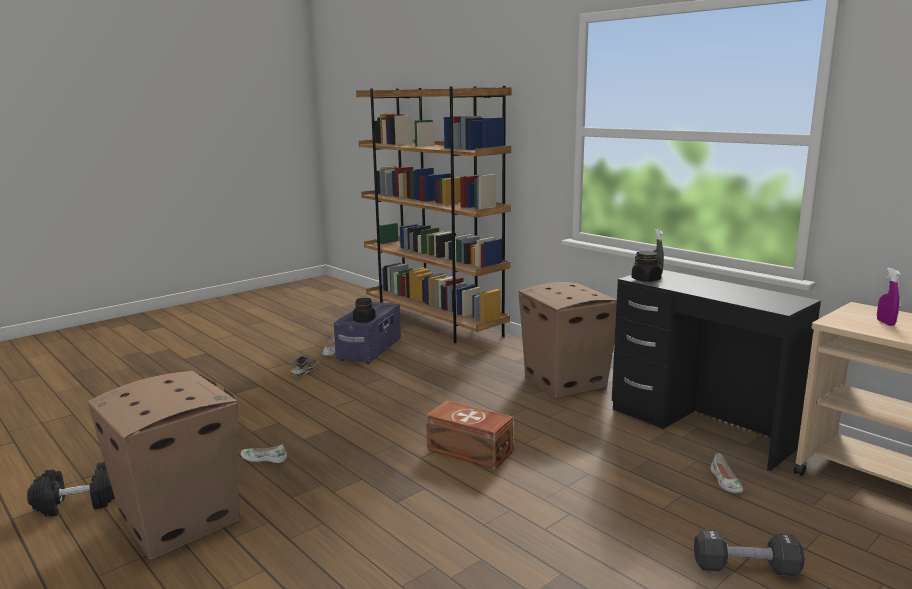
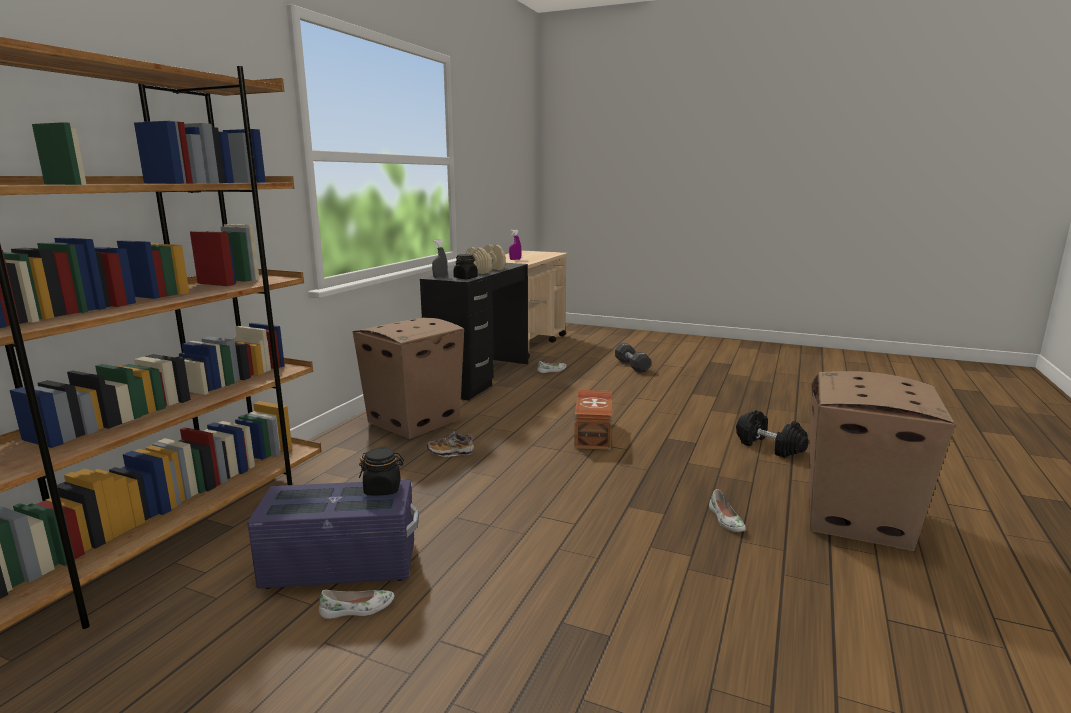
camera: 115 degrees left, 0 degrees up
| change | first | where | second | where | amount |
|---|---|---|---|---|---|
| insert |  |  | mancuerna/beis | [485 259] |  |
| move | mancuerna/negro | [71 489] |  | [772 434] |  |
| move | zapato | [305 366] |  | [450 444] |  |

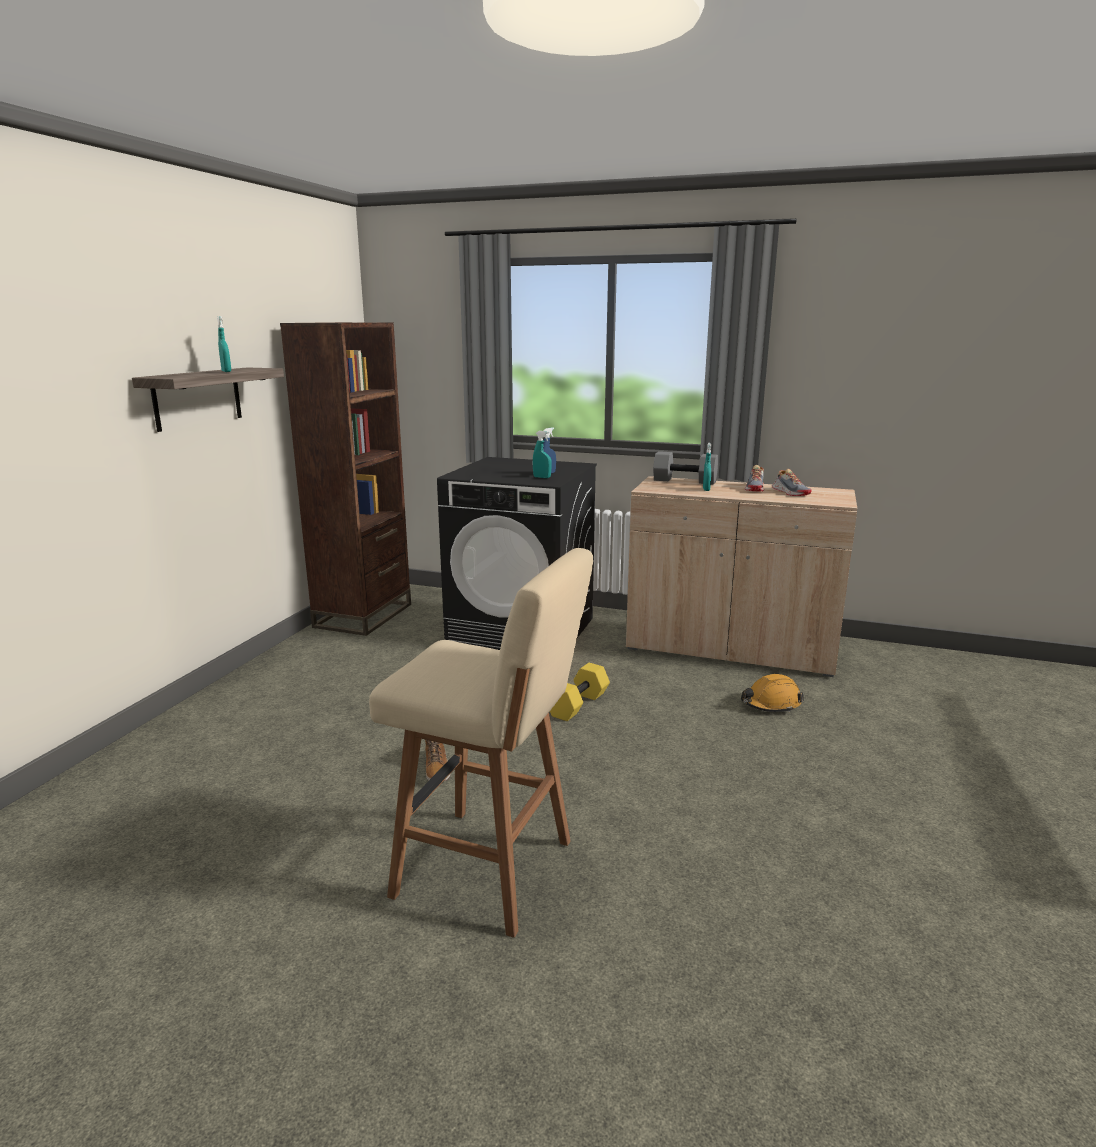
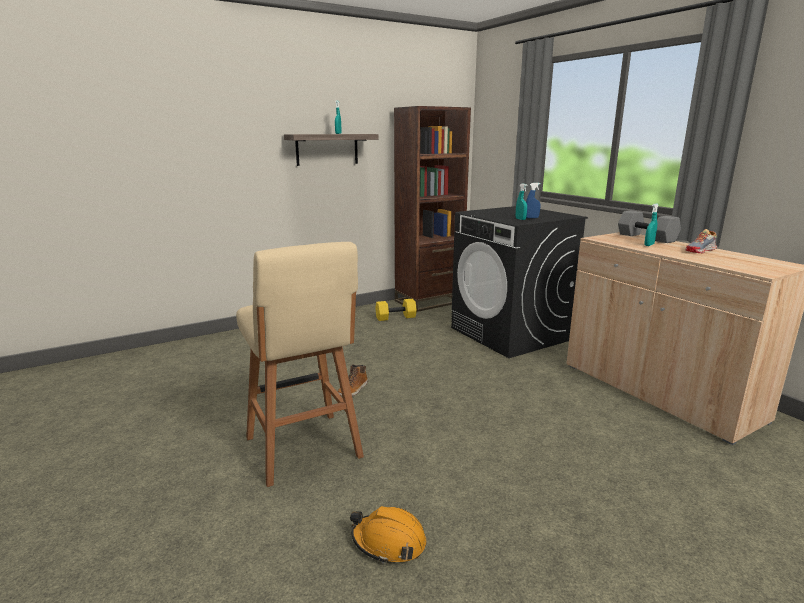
camera: 40 degrees right, 0 degrees up
| change | first | where | second | where | amount |
|---|---|---|---|---|---|
| delete | zapato | [792 482] |  |  |  |
| move | mancuerna/amarillo | [580 692] |  | [396 310] |  |
| move | casco/naranja | [772 693] |  | [388 535] |  |

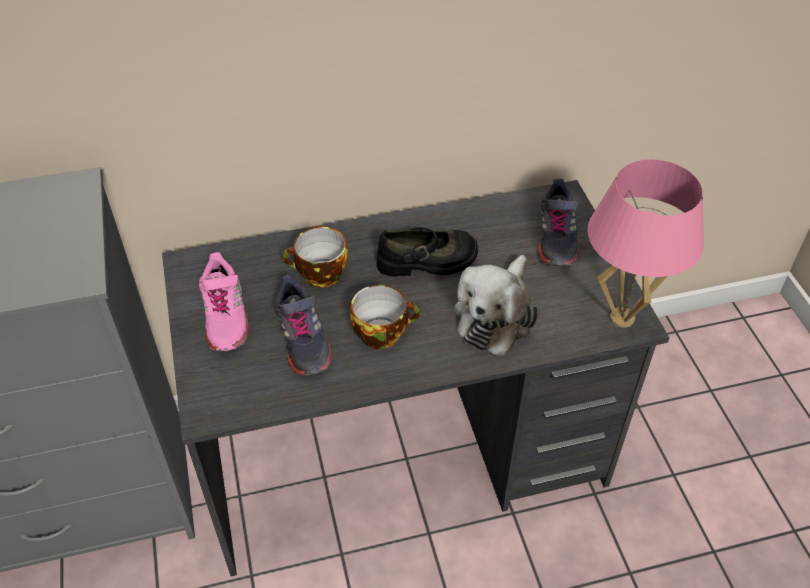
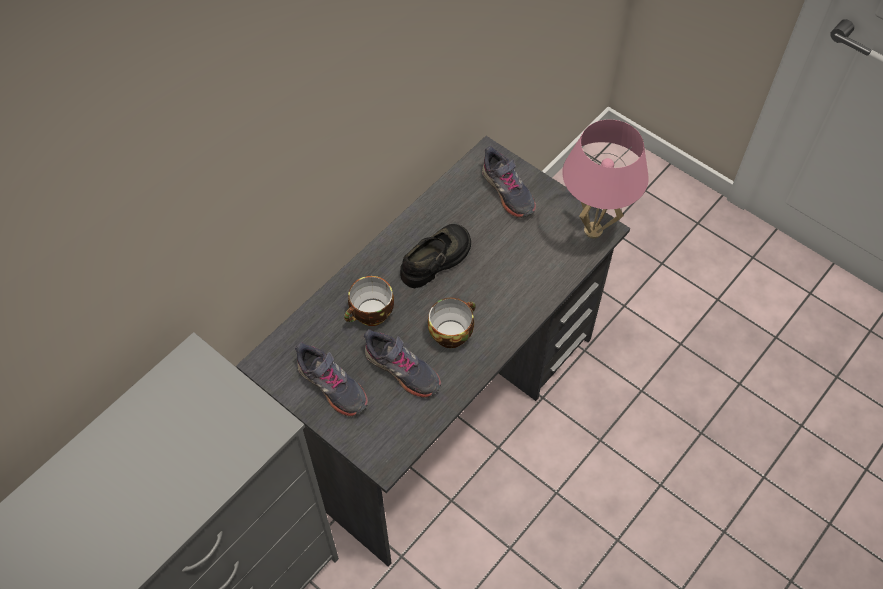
camera: 35 degrees left, 10 degrees up
| change | first | where | second | where | amount |
|---|---|---|---|---|---|
| delete | peluche | [496 305] |  |  |  |
| recolor | zapato/rosa | [224 301] | zapato/gris | [331 379] |  |

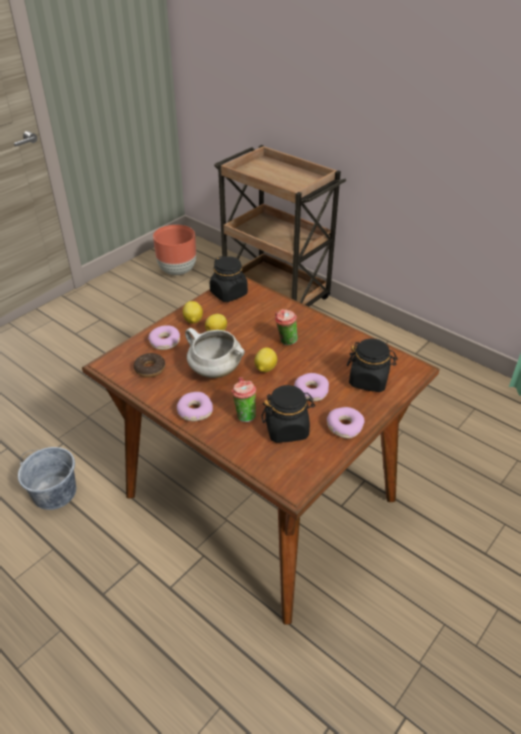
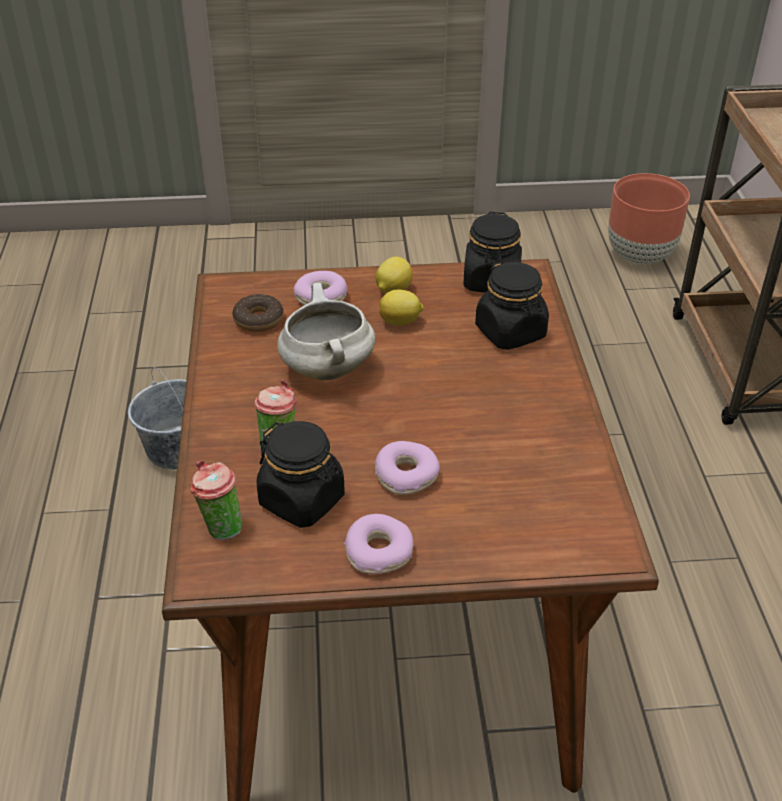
camera: 45 degrees right, 0 degrees up
| change | first | where | second | where | amount |
|---|---|---|---|---|---|
| delete | rosquilla | [195 406] |  |  |  |
| delete | limón | [265 359] |  |  |  |
| move | taza | [286 327] |  | [216 500] |  |
| move | tarro/negro | [372 365] |  | [512 305] |  |

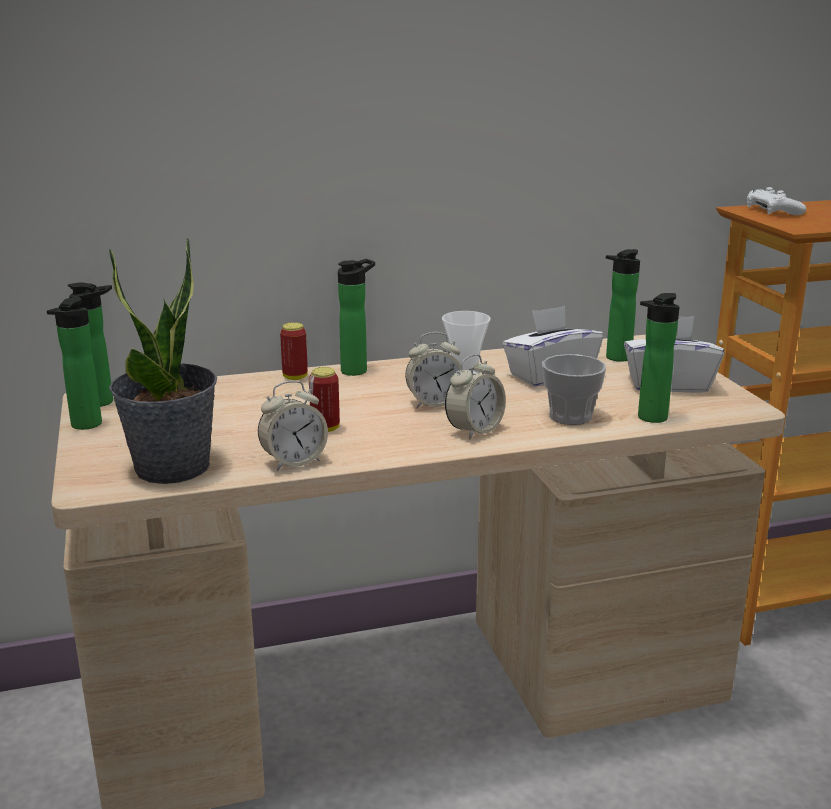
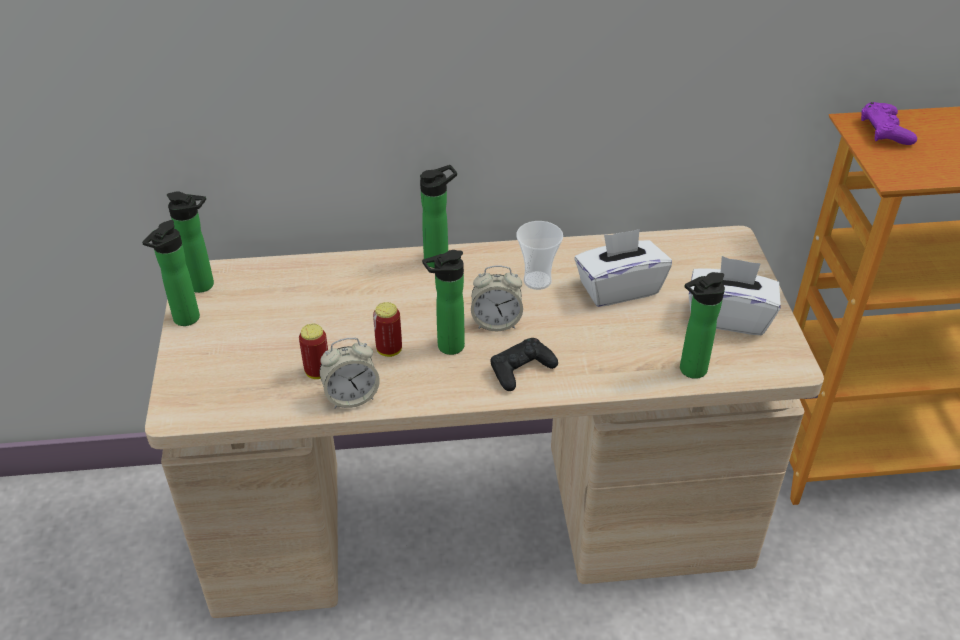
camera: 10 degrees right, 20 degrees up
| change | first | where | second | where | amount |
|---|---|---|---|---|---|
| delete | planta en maceta | [163 361] |  |  |  |
| delete | taza | [574 389] |  |  |  |
| move | lata | [294 351] |  | [313 351] |  |
| move | botella | [623 305] |  | [443 302] |  |
| replace | despertador | [475 397] | mando de consola/negro | [524 364] |  |
| recolor | mando de consola/blanco | [776 201] | mando de consola/morado | [889 123] |  |

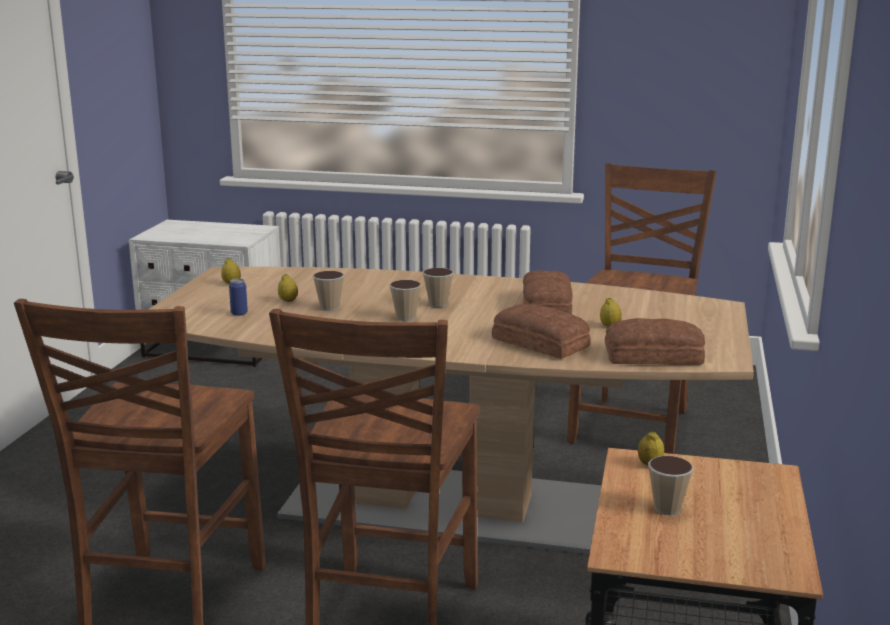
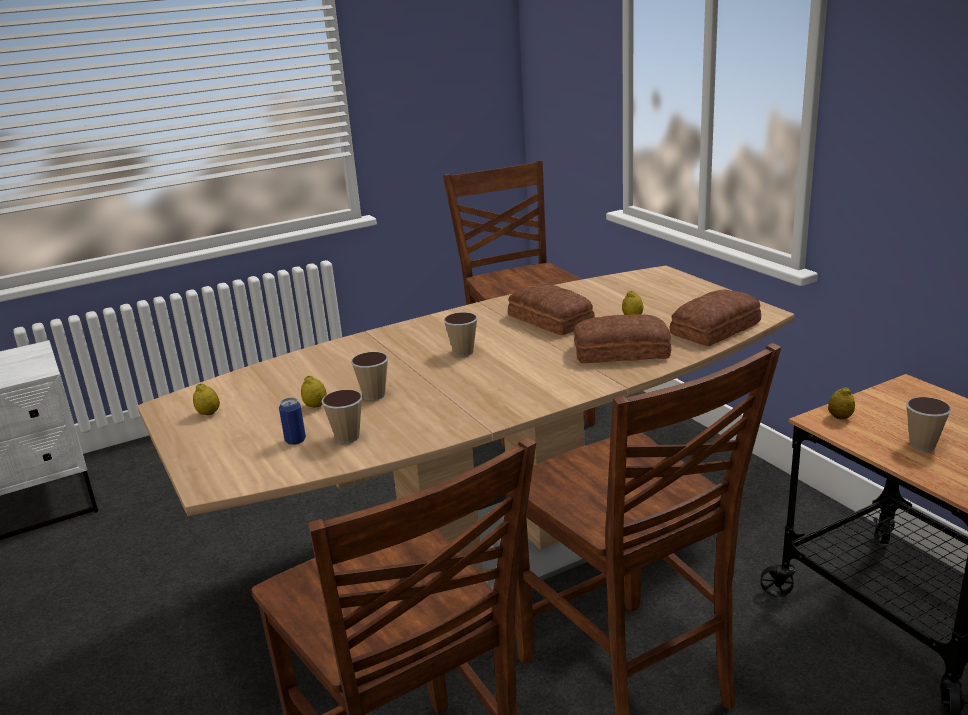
camera: 40 degrees left, 5 degrees up
| change | first | where | second | where | amount |
|---|---|---|---|---|---|
| move | taza | [405 300] |  | [342 416] |  |

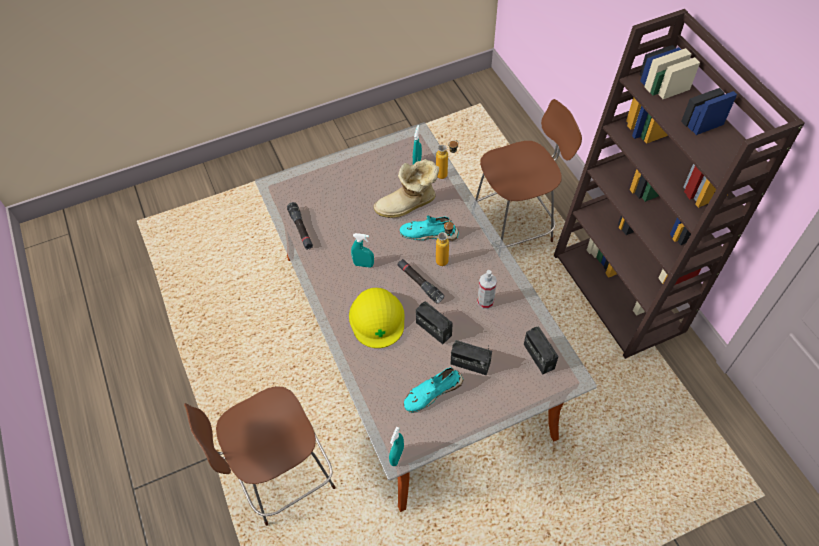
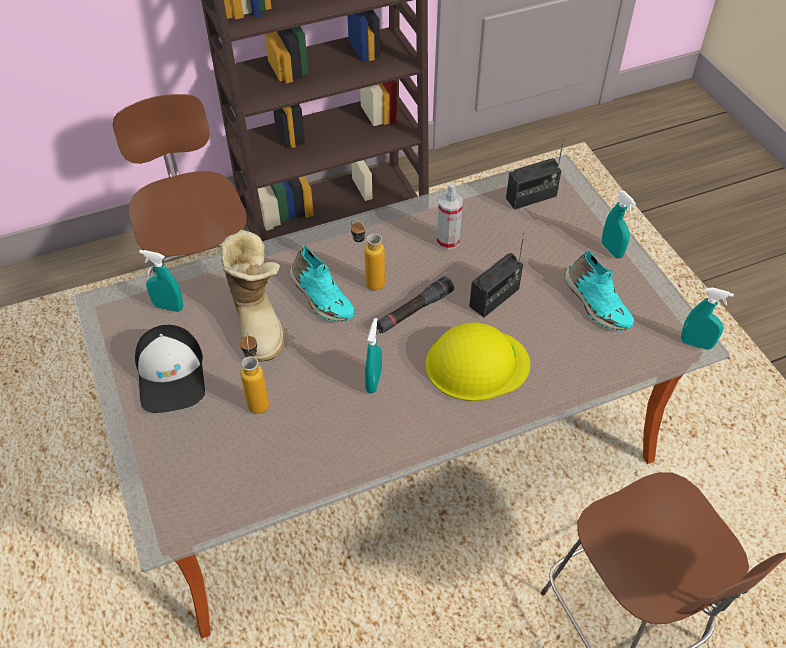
camera: 90 degrees left, 5 degrees down
| change | first | where | second | where | amount |
|---|---|---|---|---|---|
| delete | linterna/negro | [300 226] |  |  |  |
| delete | radio | [471 357] |  |  |  |
| insert |  |  | gorra | [170 369] |  |
| insert |  |  | pulverizador/turquesa | [619 224] |  |
| move | botella | [447 159] |  | [254 373] |  |
| rotate | zapato/turquesa | [429 228] |  | [322 283] | 45 degrees counterclockwise |

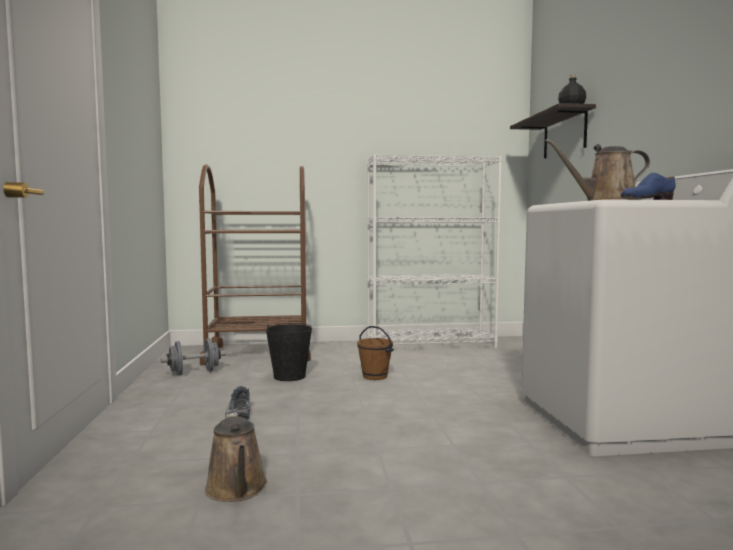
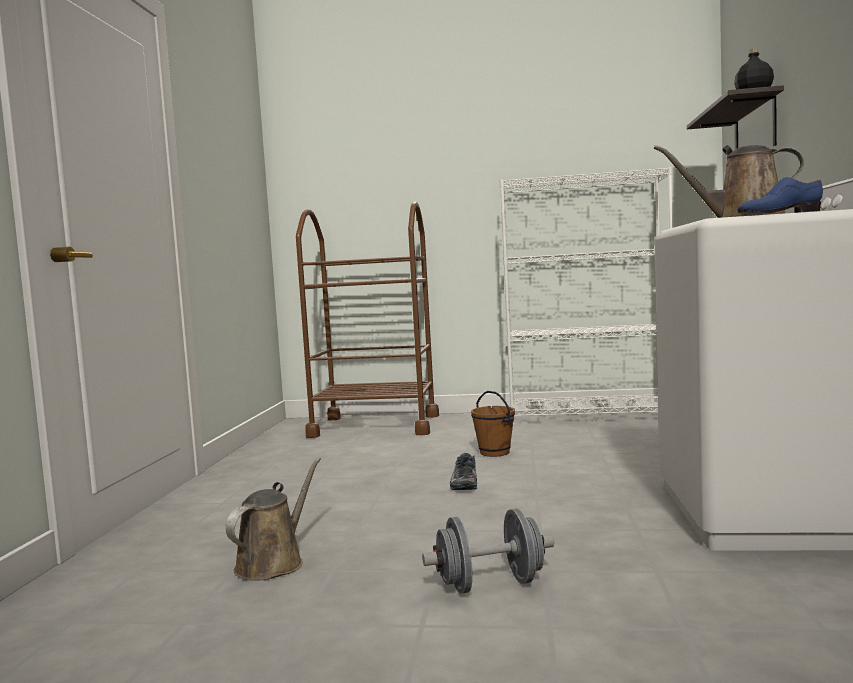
camera: 15 degrees right, 0 degrees up
| change | first | where | second | where | amount |
|---|---|---|---|---|---|
| delete | cubo/negro | [289 352] |  |  |  |
| move | mancuerna/gris | [193 356] |  | [488 551] |  |
| move | zapato | [237 402] |  | [463 471] |  |
| rotate | regadera/marrón | [236 457] |  | [273 519] | 150 degrees counterclockwise |

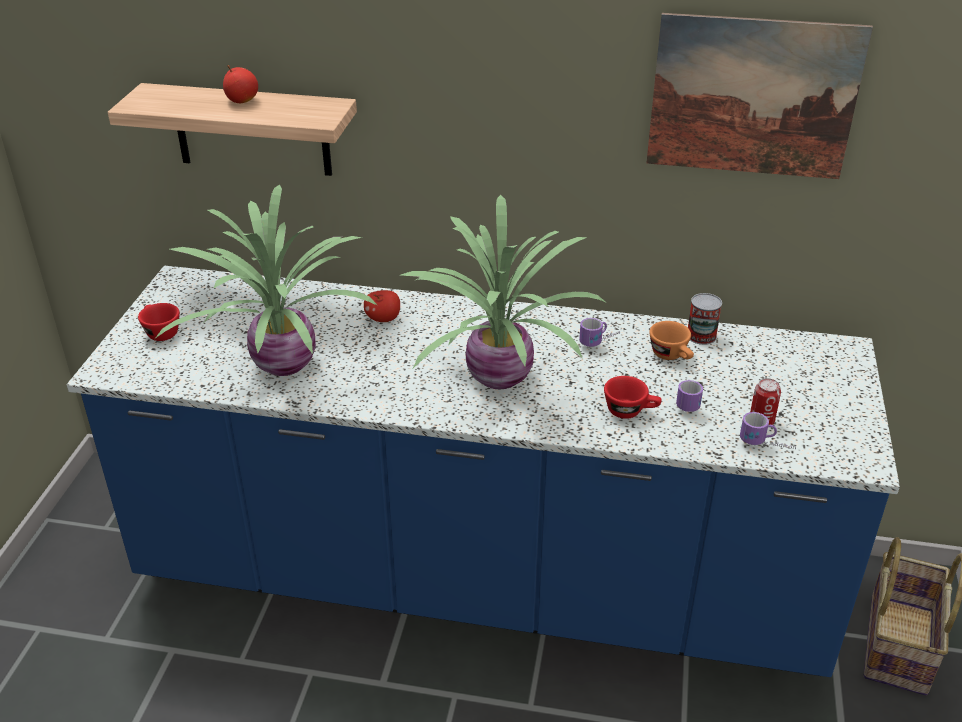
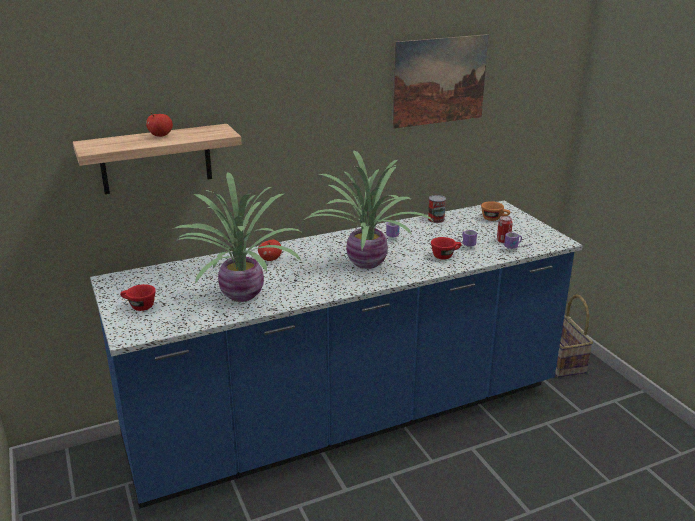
camera: 35 degrees left, 10 degrees down
| change | first | where | second | where | amount |
|---|---|---|---|---|---|
| move | taza/naranja | [671 340] |  | [495 211] |  |

